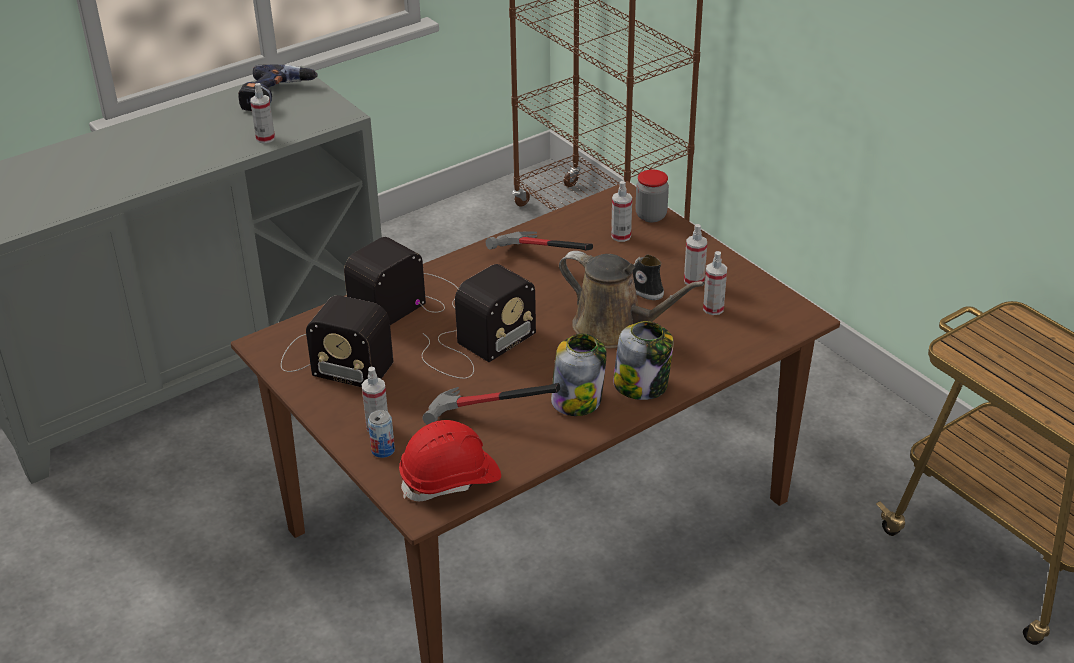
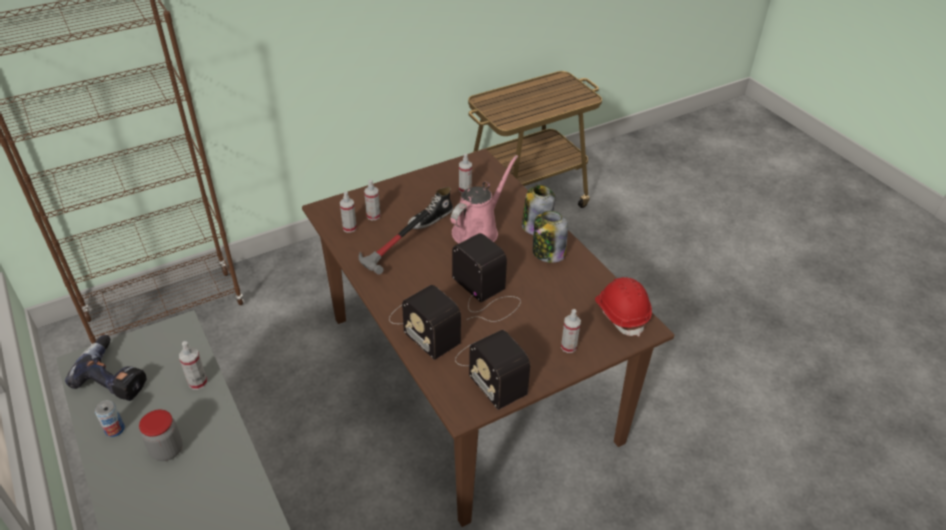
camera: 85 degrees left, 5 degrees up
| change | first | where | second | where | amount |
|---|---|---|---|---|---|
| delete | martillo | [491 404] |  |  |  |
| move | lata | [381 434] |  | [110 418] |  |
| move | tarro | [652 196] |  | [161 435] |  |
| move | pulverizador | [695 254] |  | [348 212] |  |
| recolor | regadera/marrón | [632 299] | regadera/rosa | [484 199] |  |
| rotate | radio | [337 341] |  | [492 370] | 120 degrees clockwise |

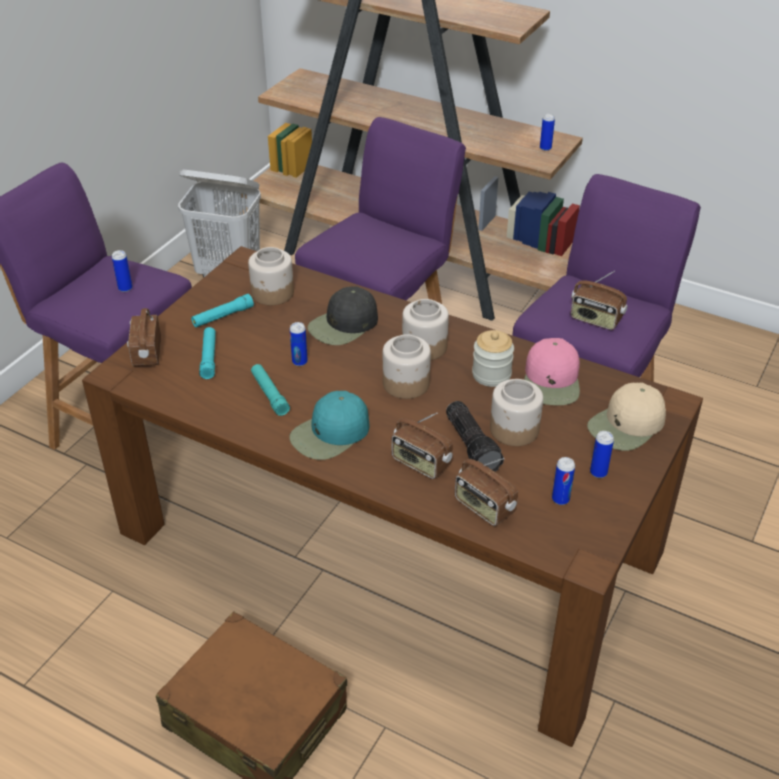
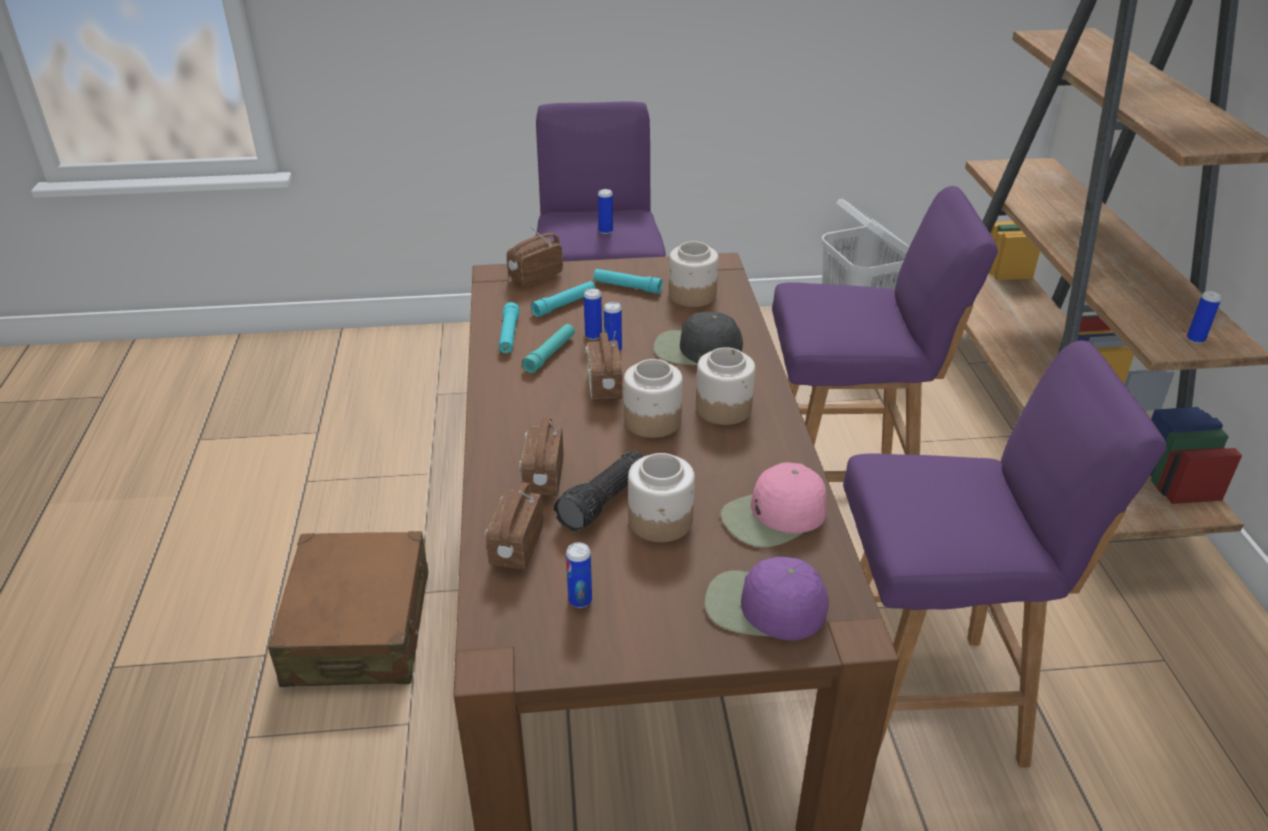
camera: 55 degrees right, 5 degrees down
| change | first | where | second | where | amount |
|---|---|---|---|---|---|
| delete | gorra/turquesa | [329 425] |  |  |  |
| delete | tarro | [493 358] |  |  |  |
| insert |  |  | linterna/turquesa | [509 327] |  |
| move | radio | [599 300] |  | [604 366] |  |
| move | lata | [602 454] |  | [593 314] |  |
| recolor | gorra/beis | [626 417] | gorra/morado | [767 598] |  |

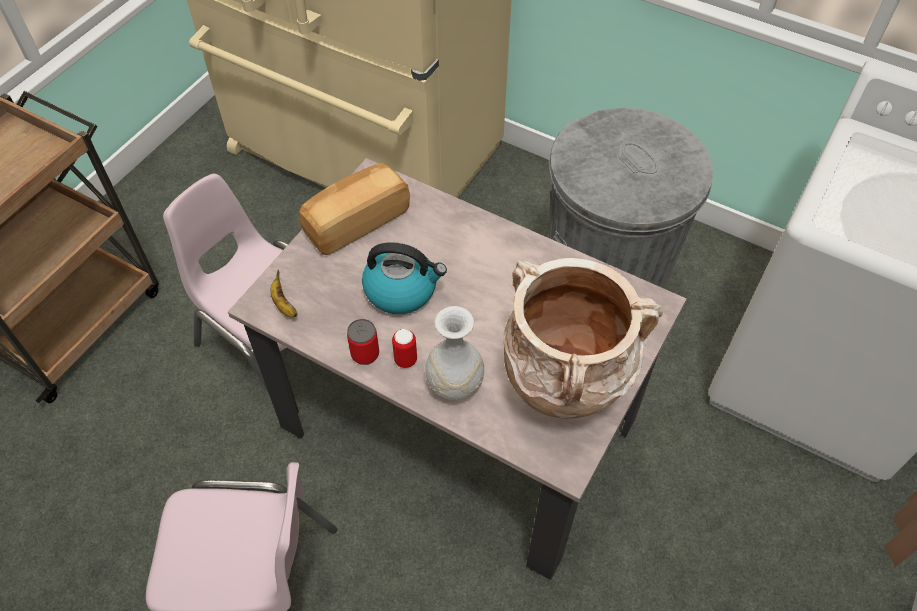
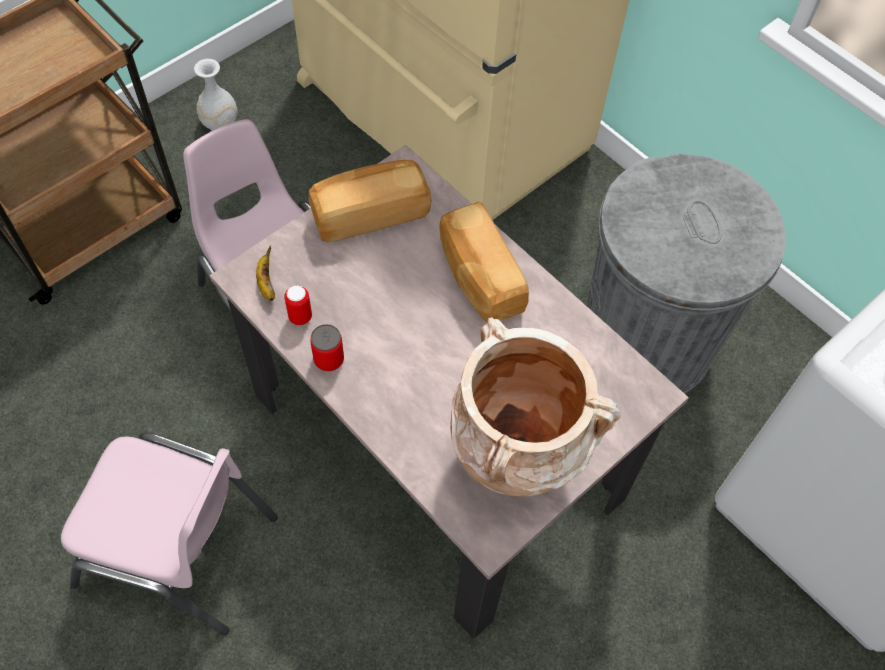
camera: 15 degrees right, 5 degrees up
| change | first | where | second | where | amount |
|---|---|---|---|---|---|
| delete | hervidor | [404 278] |  |  |  |
| insert |  |  | pan | [484 262] |  |
| move | lata | [404 348] |  | [298 305] |  |
| move | florero/blanco | [454 353] |  | [215 95] |  |

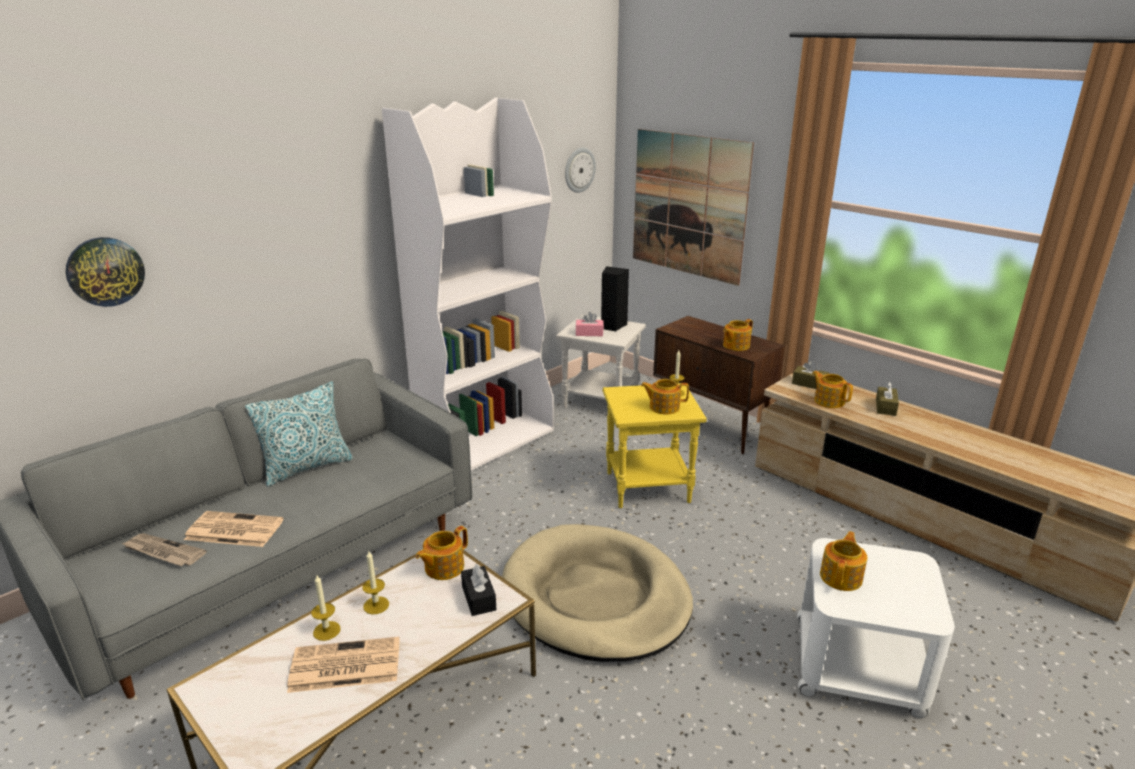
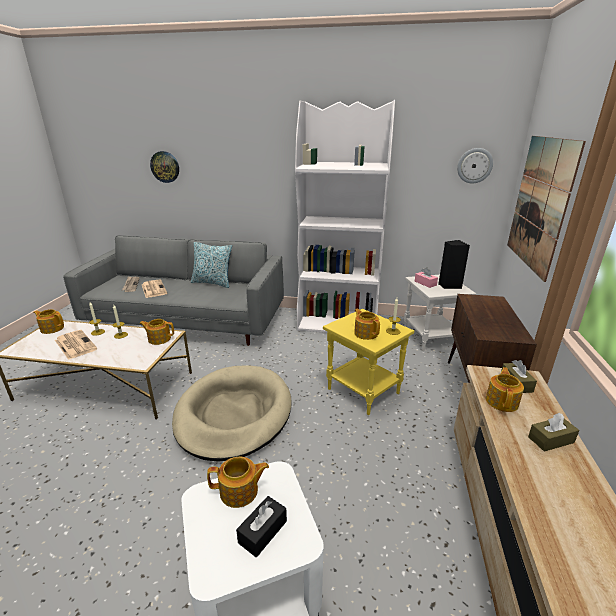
camera: 55 degrees right, 0 degrees up
| change | first | where | second | where | amount |
|---|---|---|---|---|---|
| move | caja de pañuelos/negro | [478 590] |  | [261 526] |  |
| move | tetera | [738 335] |  | [48 321] |  |

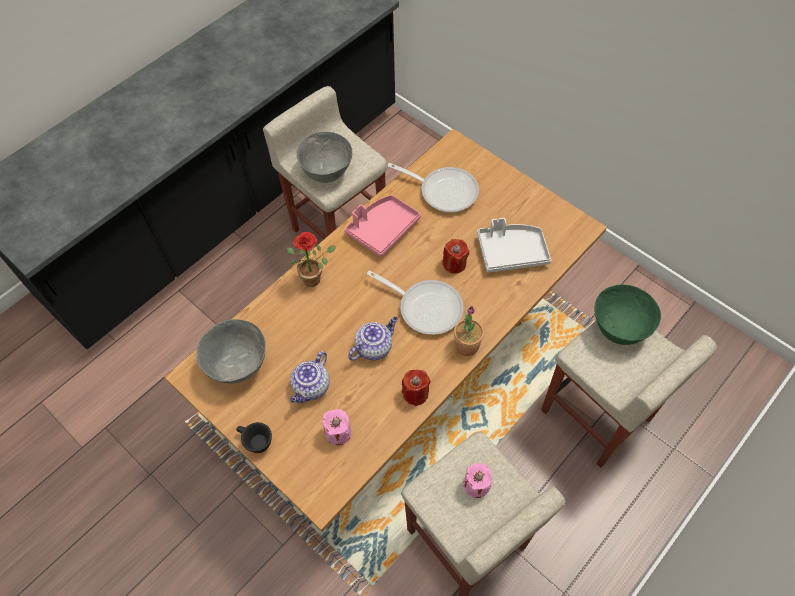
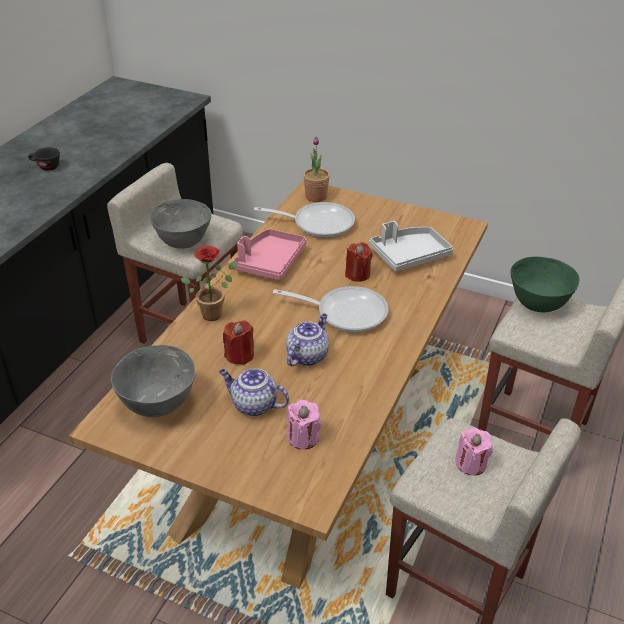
camera: 20 degrees left, 20 degrees down
| change | first | where | second | where | amount |
|---|---|---|---|---|---|
| move | taza/negro | [254 437] |  | [44 159] |  |
| move | vela/rojo | [416 388] |  | [238 342] |  |
| move | planta en maceta | [469 331] |  | [316 169] |  |
| rotate | tetera | [310 377] |  | [254 392] | 105 degrees clockwise |

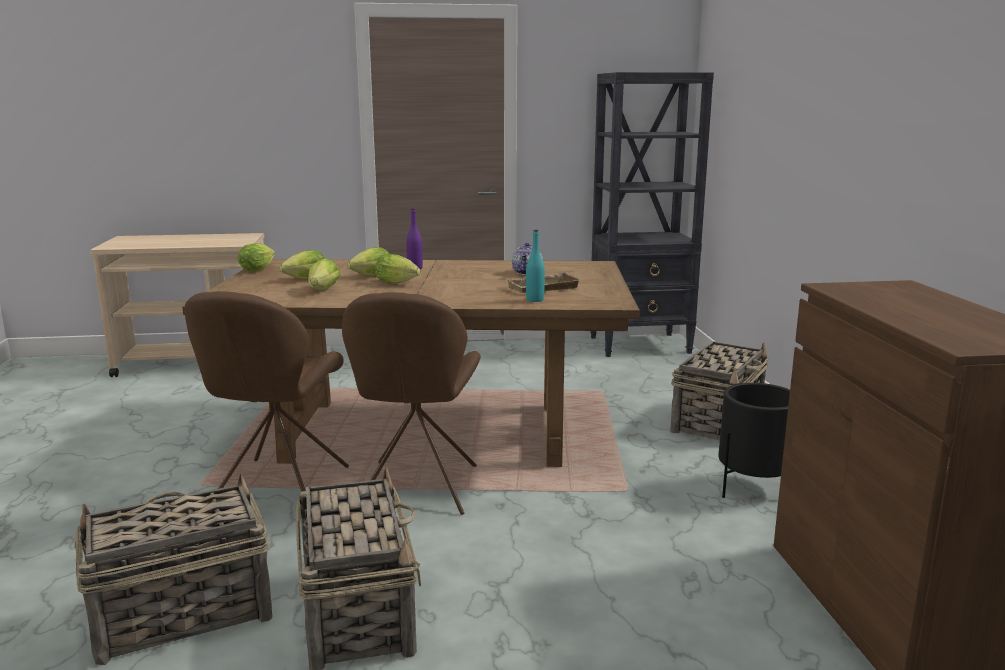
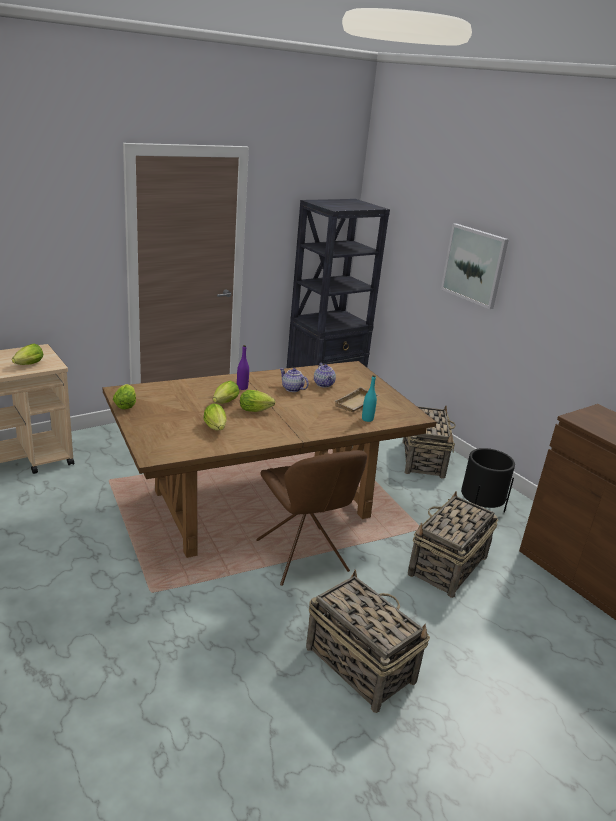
camera: 30 degrees left, 10 degrees up
| change | first | where | second | where | amount |
|---|---|---|---|---|---|
| delete | silla/marrón | [266 391] |  |  |  |
| insert |  |  | tetera | [294 380] |  |
| insert |  |  | cuadro | [475 266] |  |
| move | cesta | [173 569] |  | [453 544] |  |
| move | lechuga | [302 264] |  | [27 354] |  |

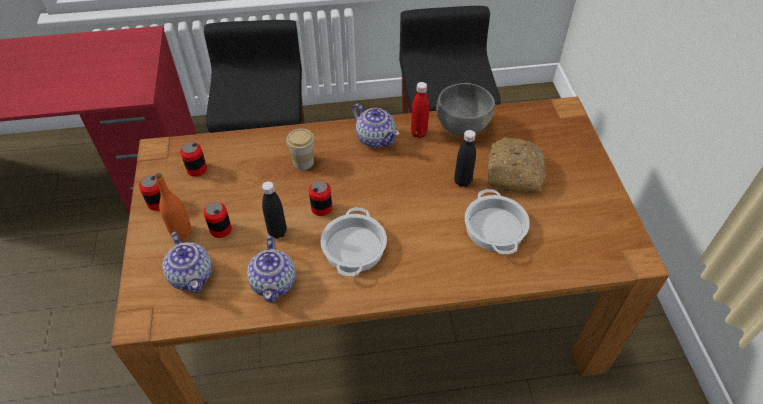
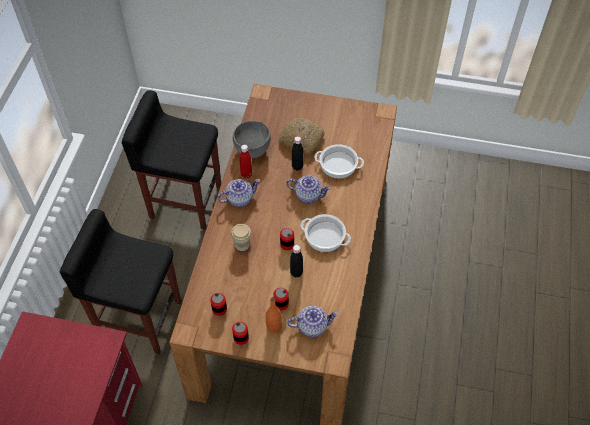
camera: 70 degrees left, 5 degrees up
| change | first | where | second | where | amount |
|---|---|---|---|---|---|
| move | tetera | [271 269] |  | [308 189] |  |

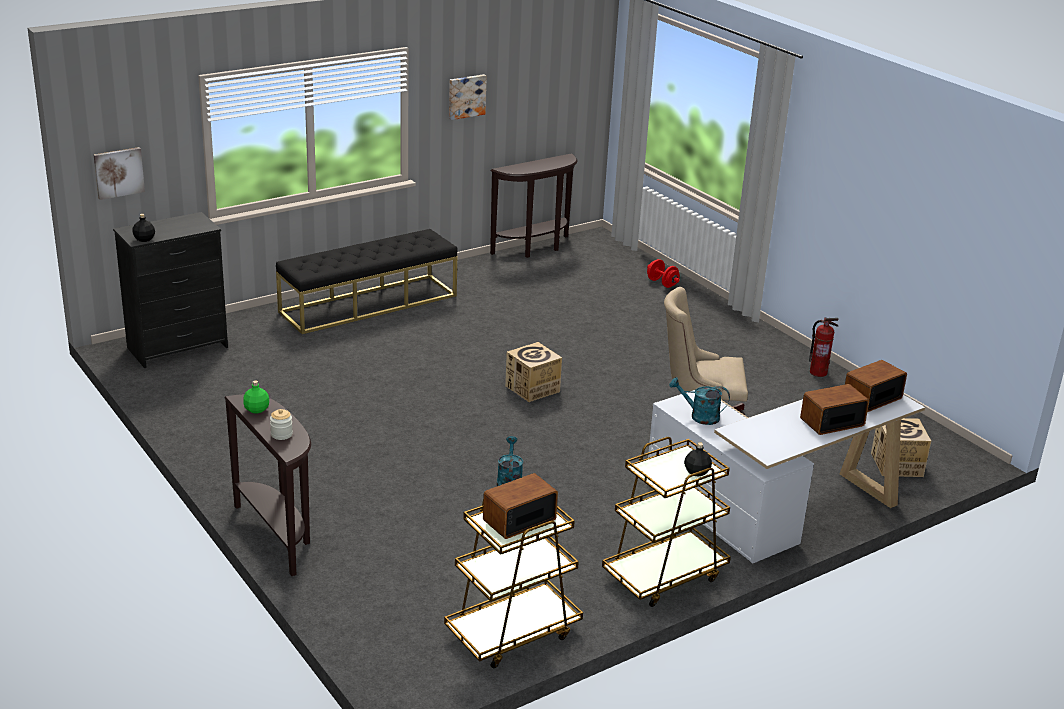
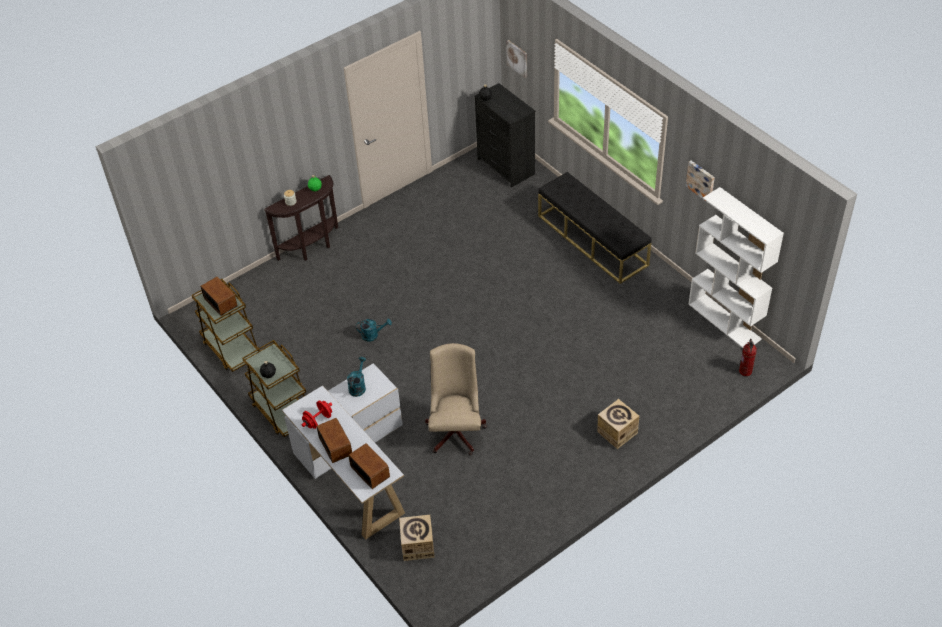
camera: 90 degrees right, 20 degrees up
| change | first | where | second | where | amount |
|---|---|---|---|---|---|
| move | caja de cartón | [533 372] |  | [618 424] |  |
| move | mancuerna/rojo | [663 273] |  | [317 415] |  |
| move | extintor | [824 347] |  | [748 357] |  |
| replace | mesa consola/marrón | [533 205] | estantería/blanco | [736 267] |  |

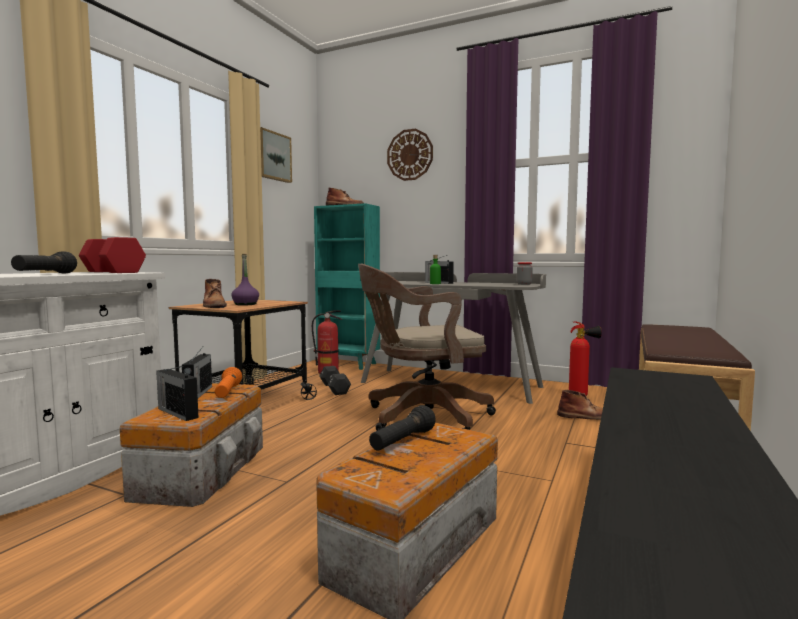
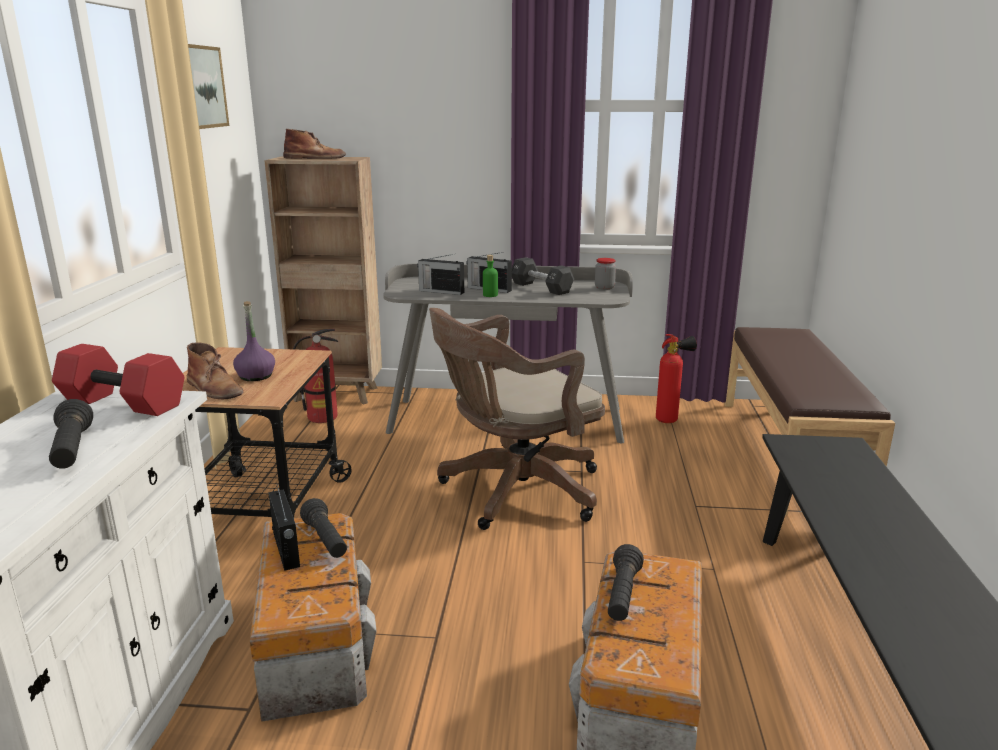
camera: 20 degrees left, 15 degrees up
| change | first | where | second | where | amount |
|---|---|---|---|---|---|
| delete | reloj de pared | [410 154] |  |  |  |
| delete | bota/marrón | [580 405] |  |  |  |
| move | radio | [177 393] |  | [440 274] |  |
| move | mancuerna/negro | [335 380] |  | [543 276] |  |
| recolor | linterna/naranja | [228 382] | linterna/negro | [323 528] |  |
| recolor | estantería/turquesa | [347 286] | estantería/marrón | [323 280] |  |

